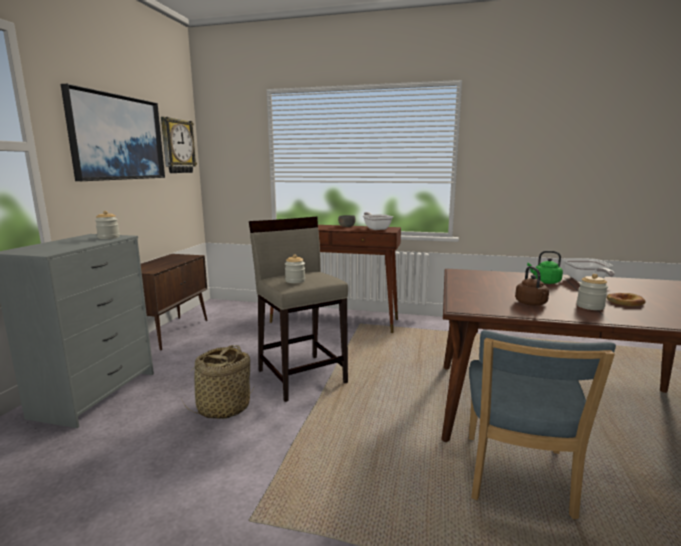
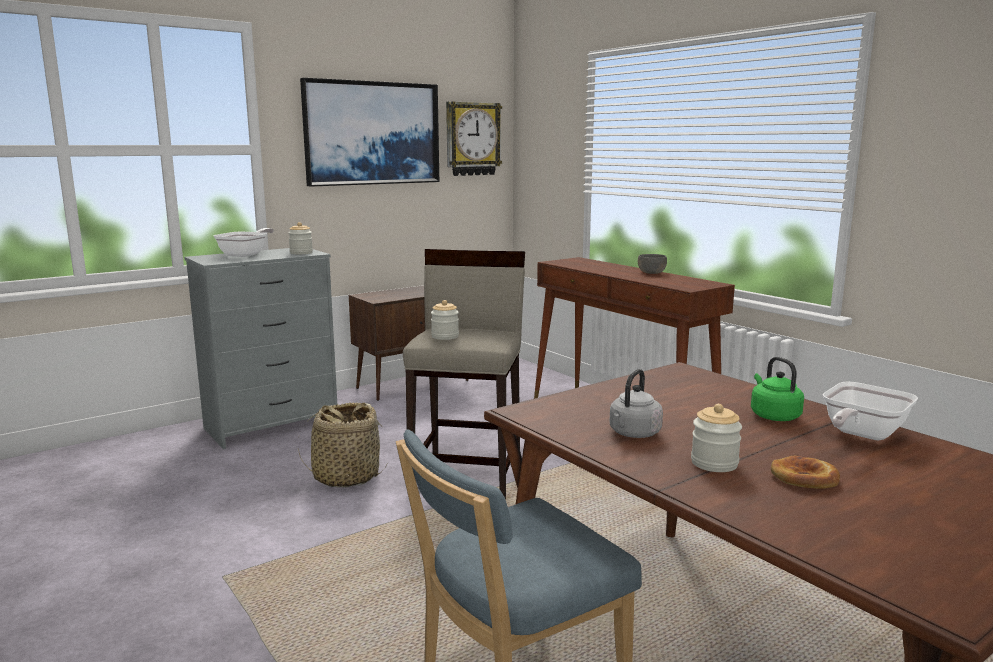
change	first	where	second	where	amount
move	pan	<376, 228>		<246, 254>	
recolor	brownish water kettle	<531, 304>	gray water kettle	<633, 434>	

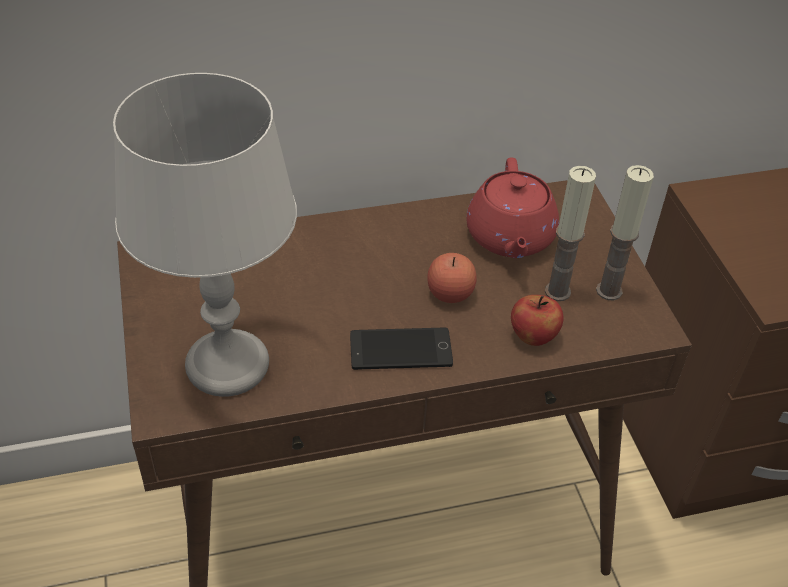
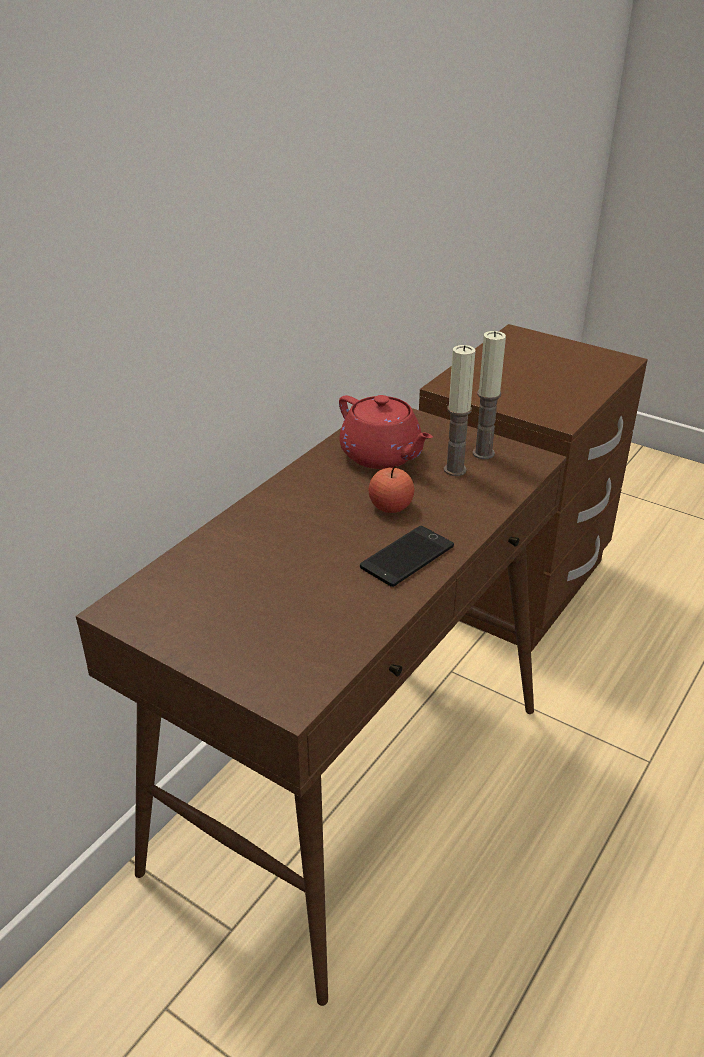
change	first	where	second	where	amount
delete	gray tabletop lamp	<228, 364>			
delete	apple	<533, 336>			

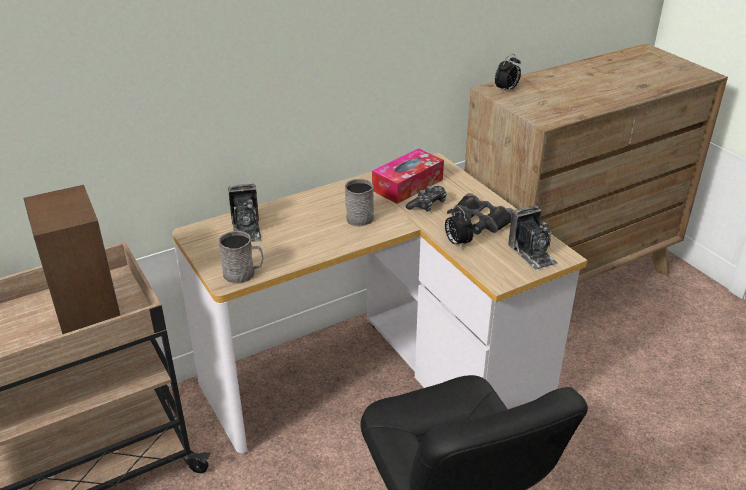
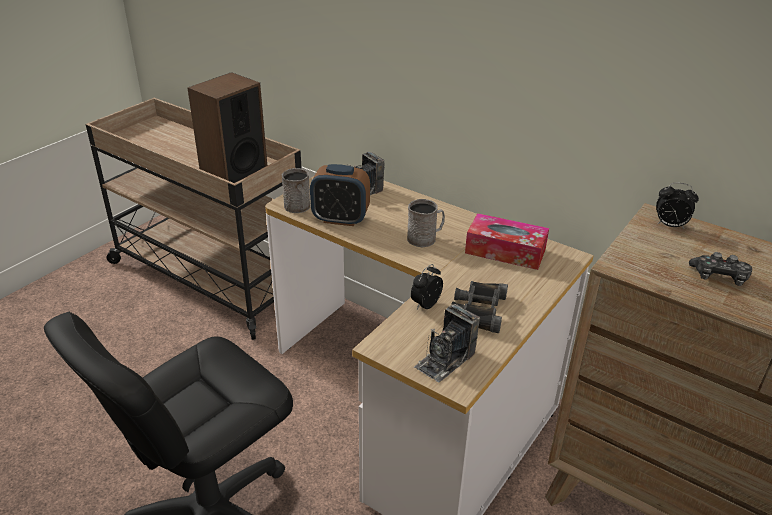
change	first	where	second	where	amount
insert			alarm clock	<340, 219>	
move	gamepad	<427, 205>		<719, 277>	

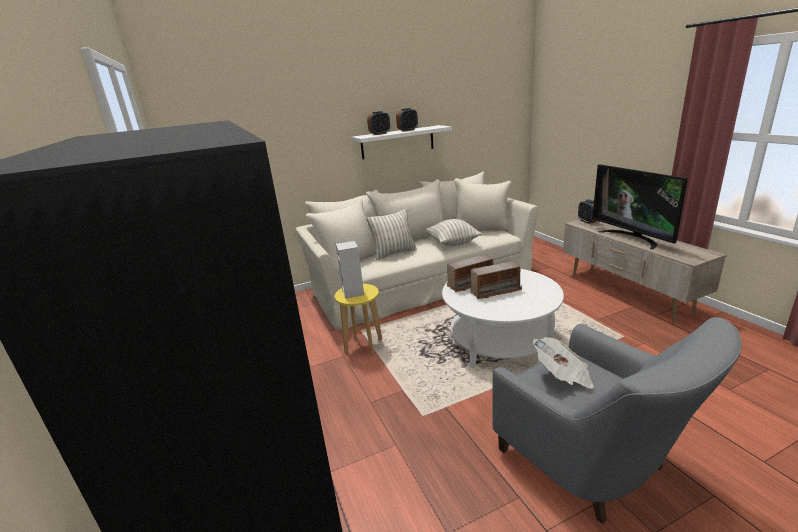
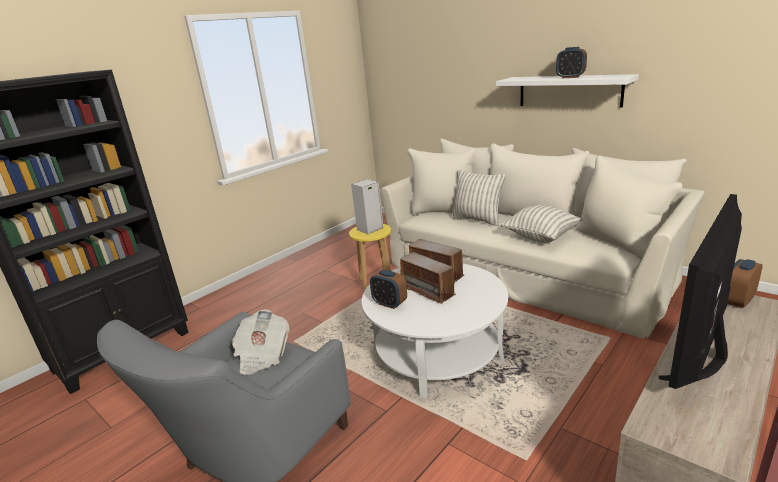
change	first	where	second	where	amount
move	alarm clock	<379, 134>		<389, 303>	

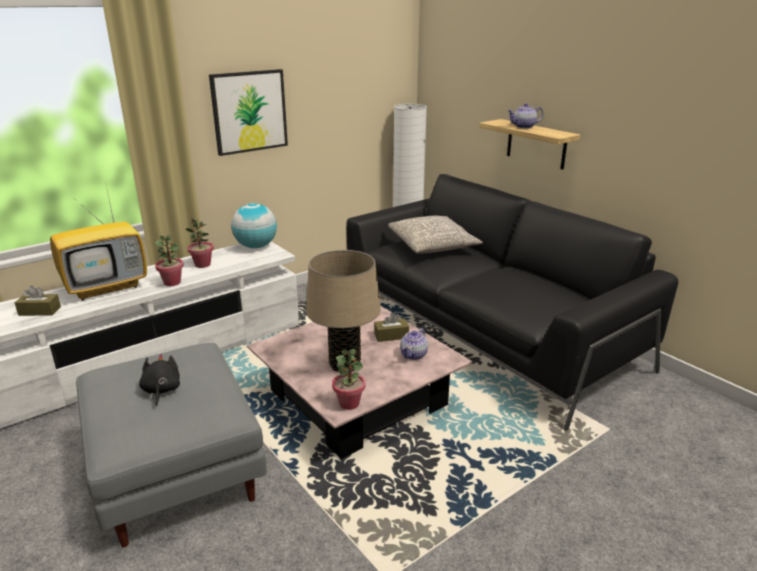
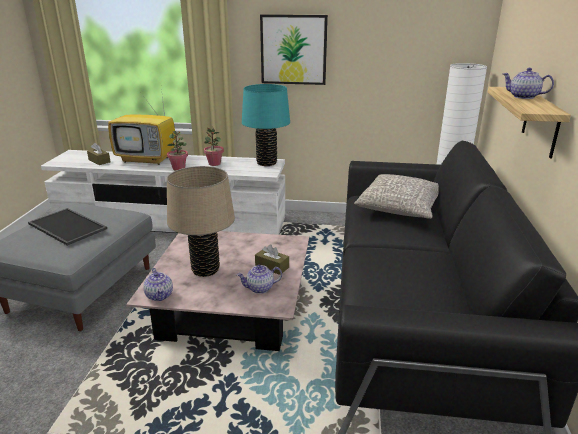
change	first	where	second	where	amount
replace	blackish soft toy	<161, 391>	serving tray	<66, 226>	
replace	globe	<256, 246>	turquoise tabletop lamp	<266, 163>	
replace	plant in a pot	<349, 403>	pot for tea	<160, 295>	

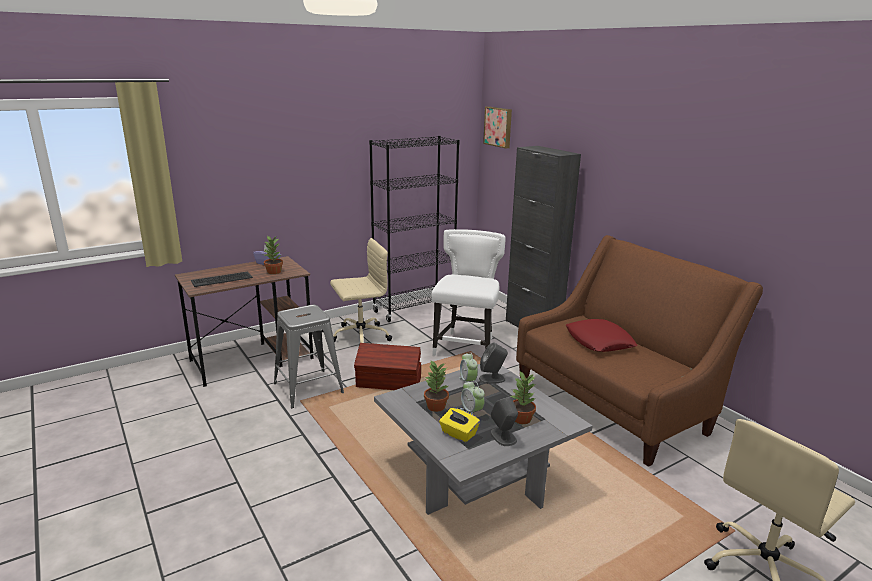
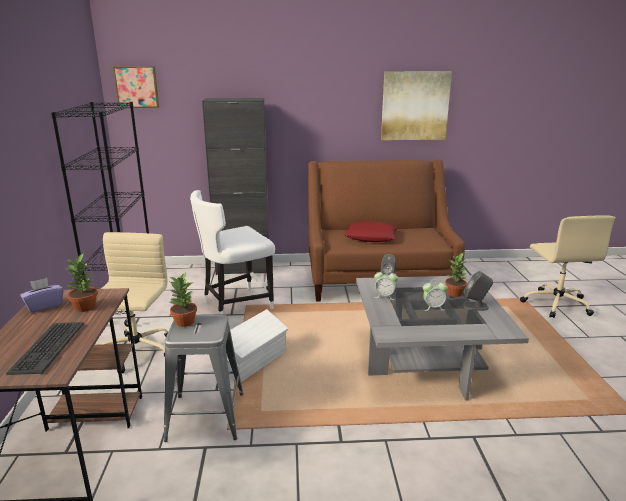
change	first	where	second	where	amount
delete	yellow box of tissues	<458, 434>			
insert			wall picture	<415, 106>	
move	plant in a pot	<435, 406>		<184, 322>	
recolor	brownish storage container	<389, 383>	white storage container	<253, 362>	
rotate	white plain chair	<466, 346>		<235, 304>	75 degrees counterclockwise

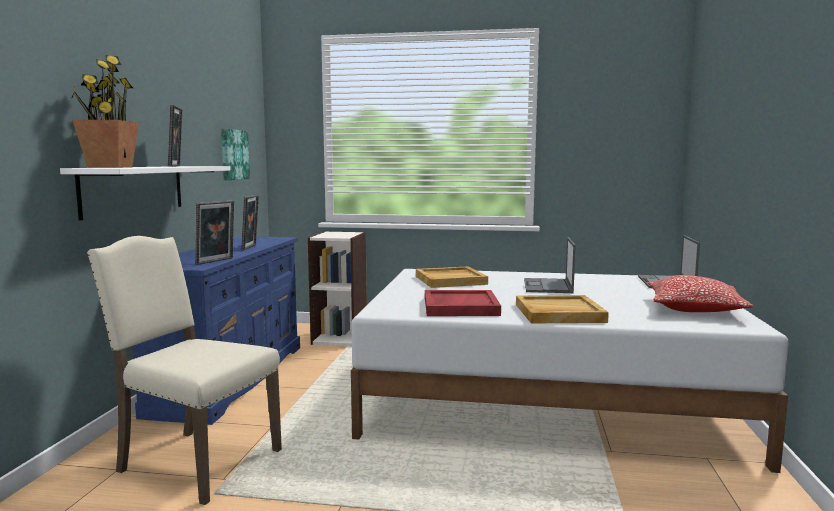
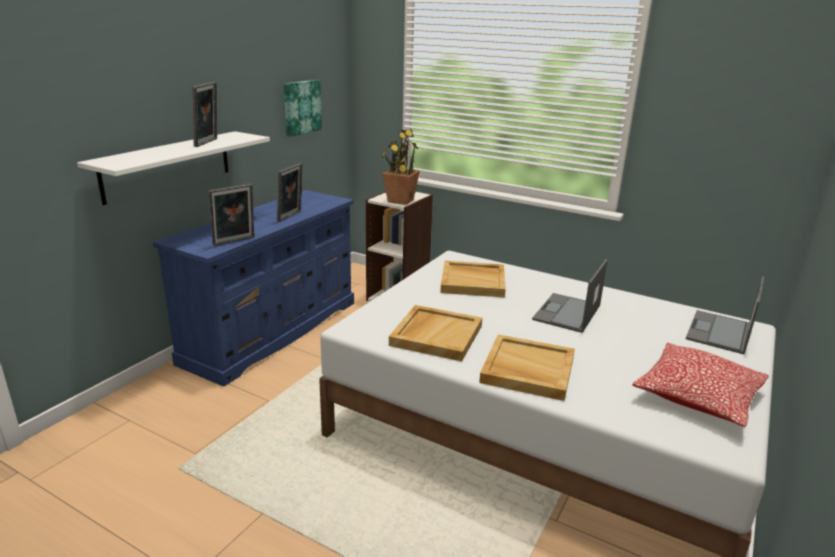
change	first	where	second	where	amount
delete	sand-coloured plain chair	<195, 462>			
move	plant in a pot	<110, 167>		<400, 201>	
recolor	reddish serving tray	<459, 306>	sand-coloured serving tray	<436, 335>	

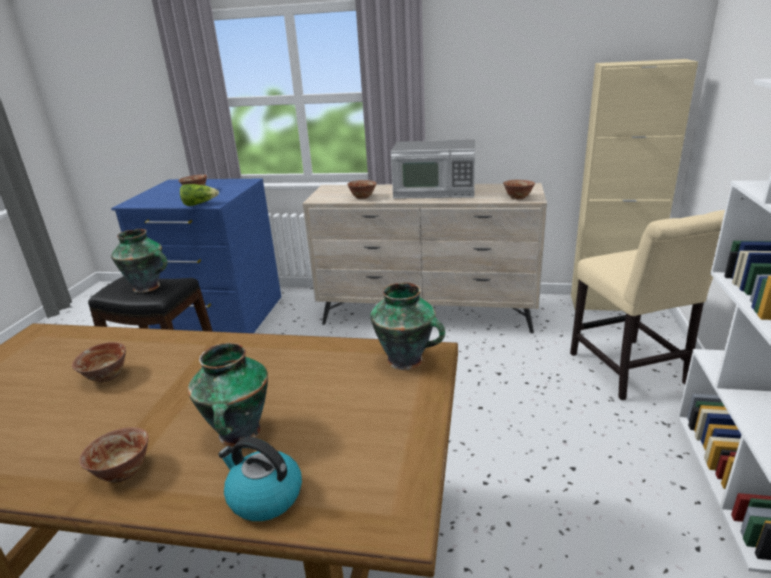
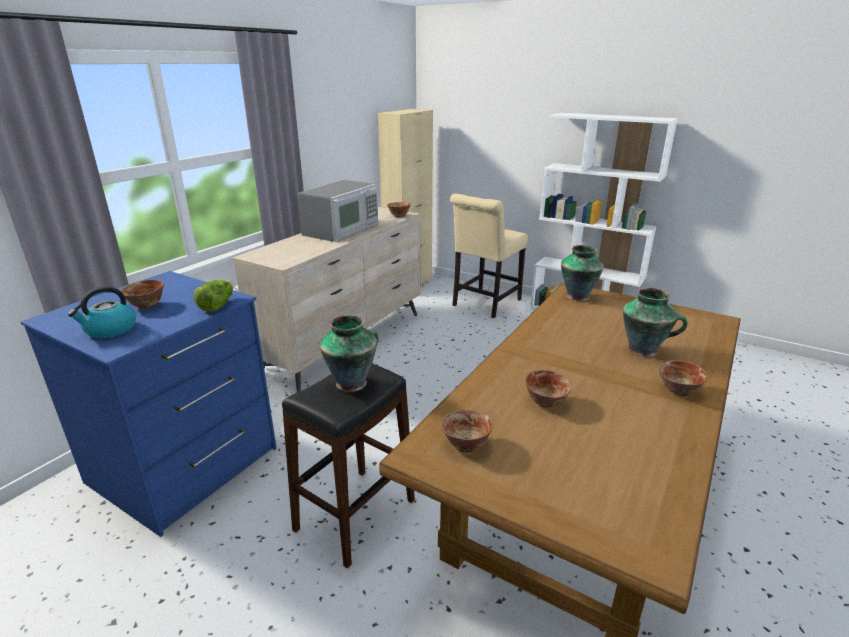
change	first	where	second	where	amount
move	water kettle	<264, 496>		<110, 330>	
move	serving bowl	<362, 197>		<466, 444>	
rotate	sand-coloured plain chair	<630, 372>		<484, 304>	120 degrees clockwise

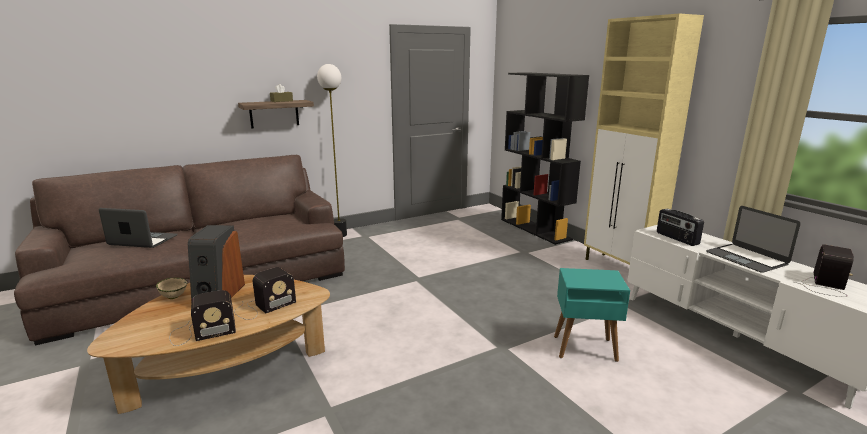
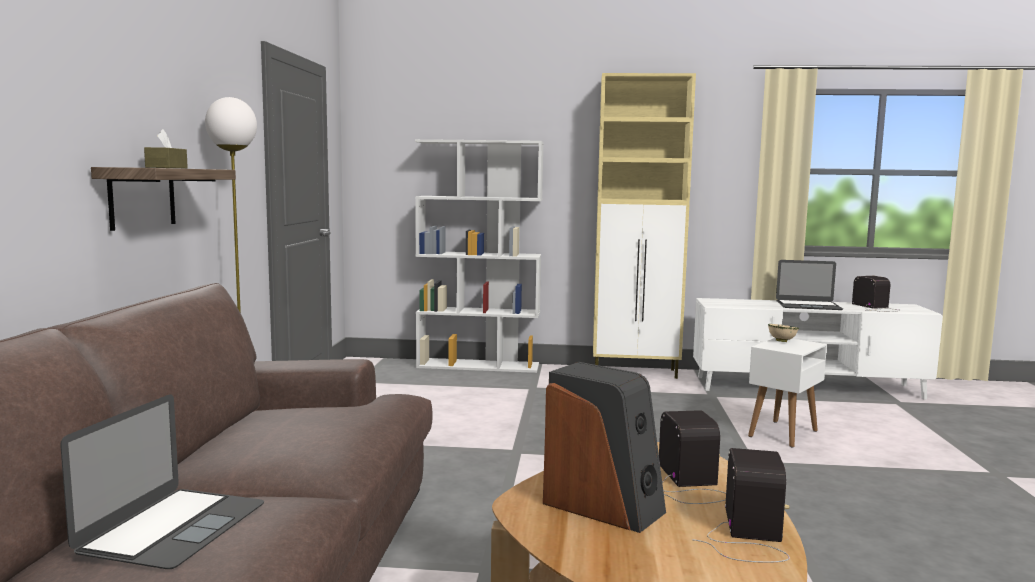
change	first	where	second	where	amount
delete	radio receiver	<676, 238>			
move	sand-coloured serving bowl	<174, 297>		<781, 341>	
recolor	blackish shelving unit	<535, 229>	white shelving unit	<479, 366>	
recolor	turquoise end table	<584, 348>	white end table	<782, 434>	
rotate	laptop	<143, 240>		<173, 527>	150 degrees clockwise

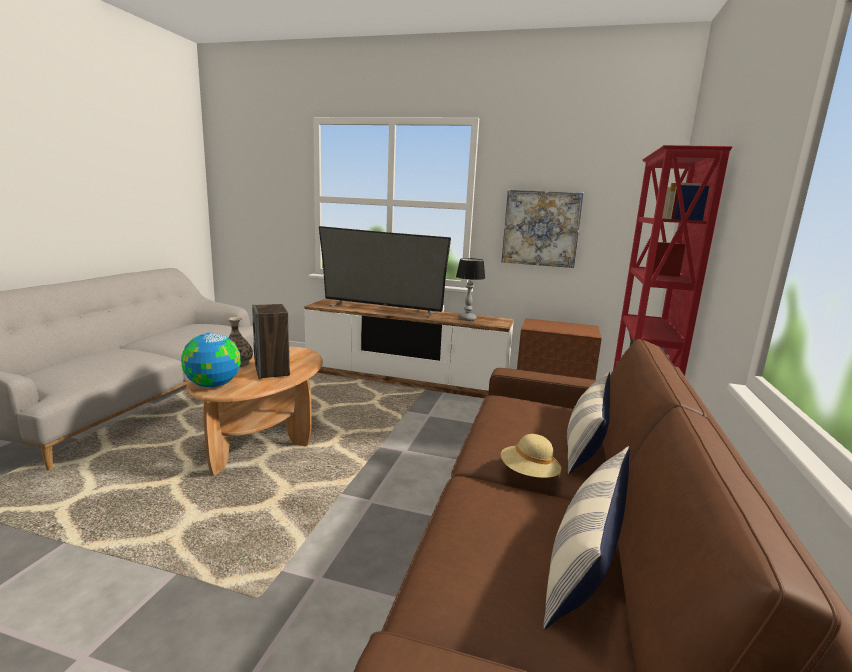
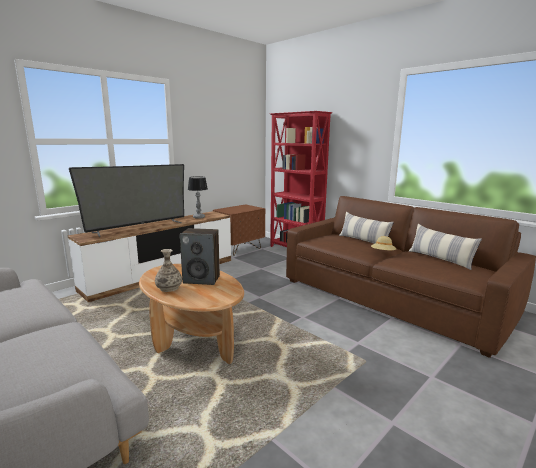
change	first	where	second	where	amount
delete	globe	<212, 385>			
delete	wall picture	<541, 228>			

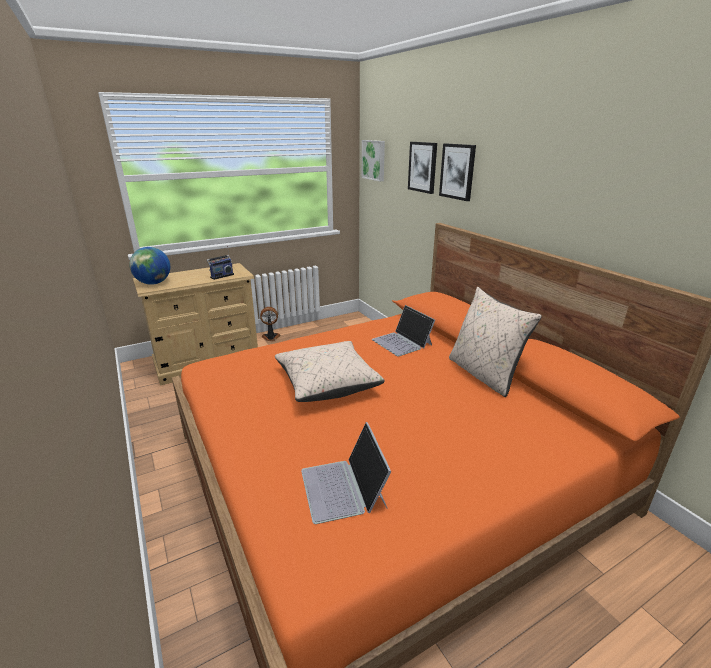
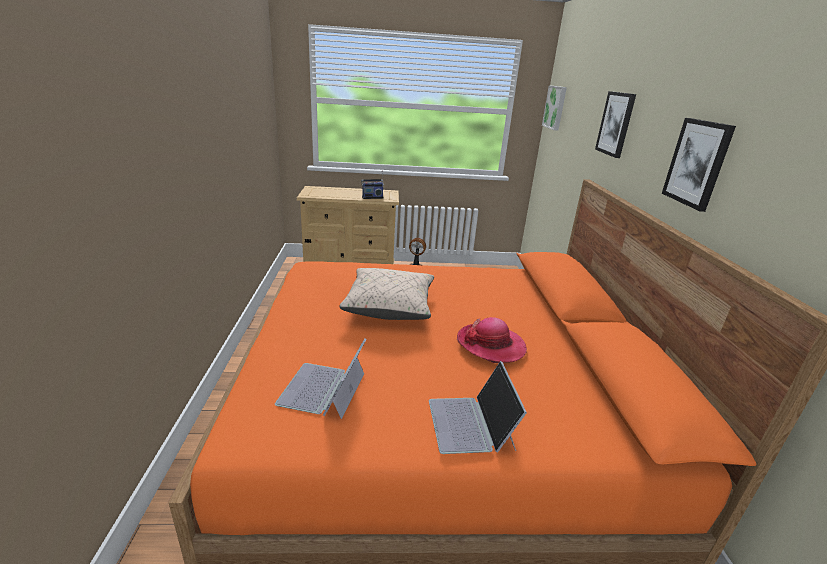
change	first	where	second	where	amount
delete	globe	<154, 283>			
delete	sand-coloured pillow	<483, 374>			
insert			hat	<491, 345>	
move	laptop	<402, 342>		<471, 424>	
move	wall picture	<423, 167>		<697, 163>	

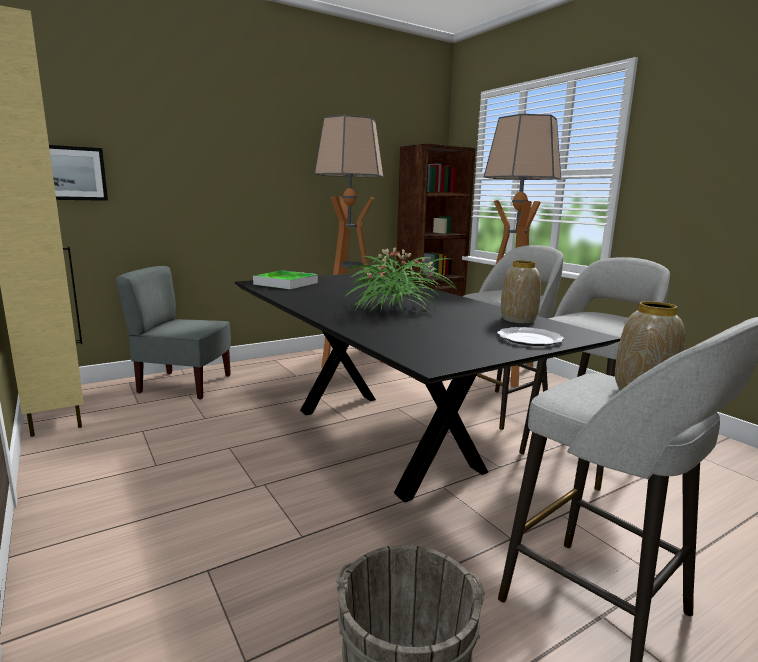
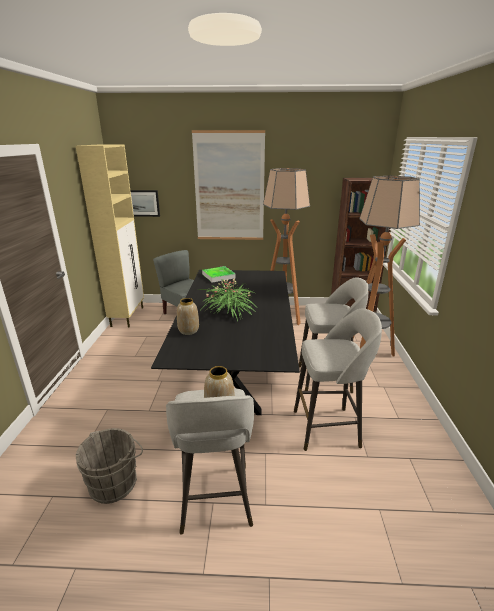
change	first	where	second	where	amount
delete	dinner plate	<529, 339>			
insert			wall picture	<229, 187>	
move	flower vase	<518, 320>		<188, 330>	

